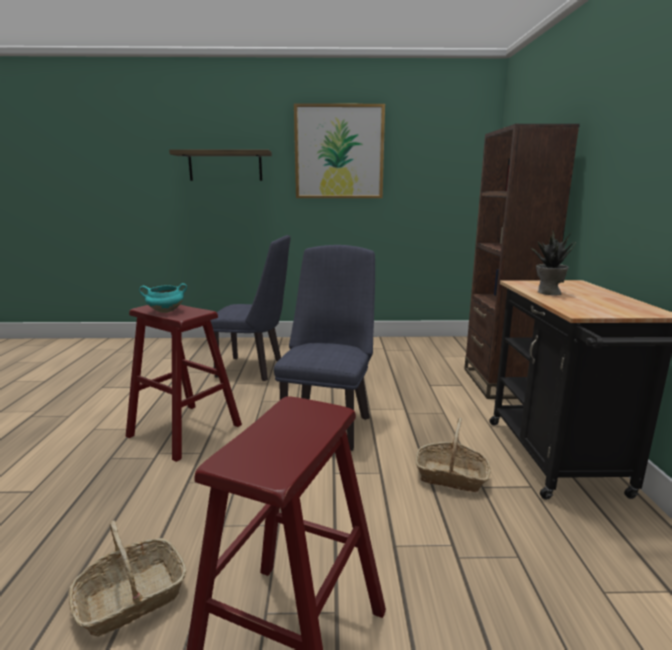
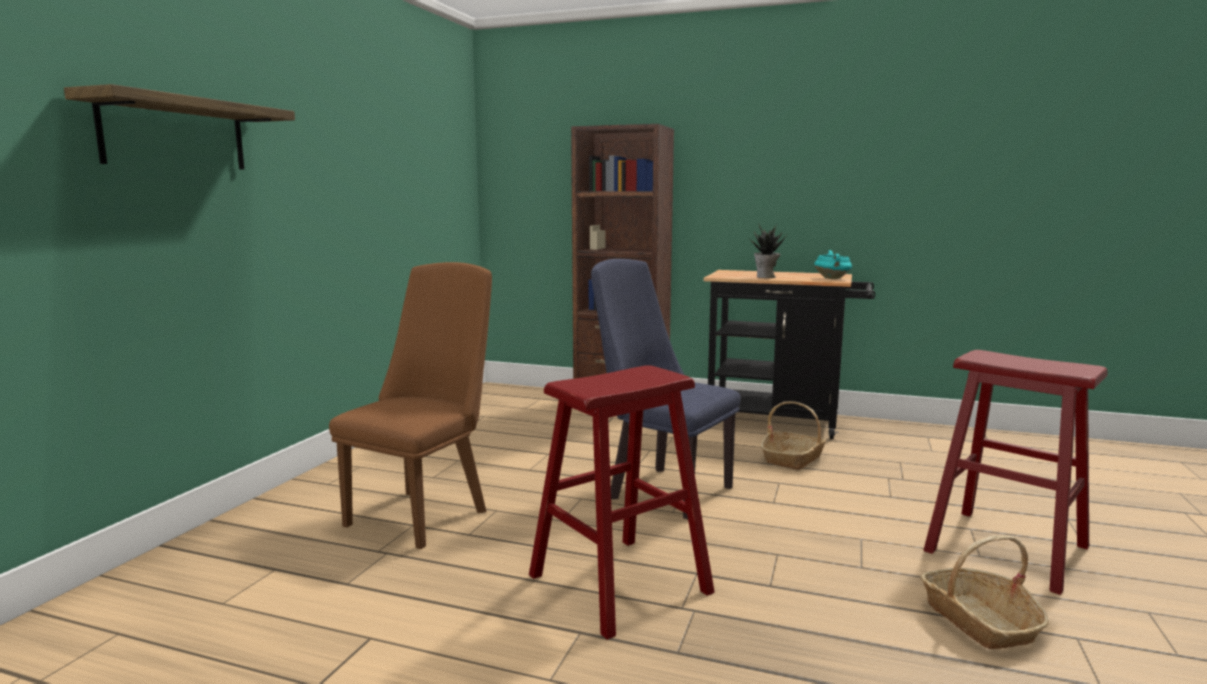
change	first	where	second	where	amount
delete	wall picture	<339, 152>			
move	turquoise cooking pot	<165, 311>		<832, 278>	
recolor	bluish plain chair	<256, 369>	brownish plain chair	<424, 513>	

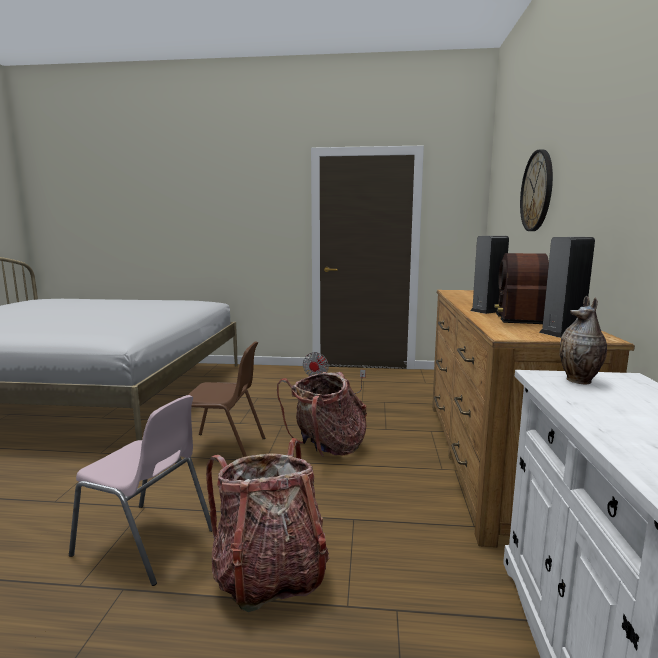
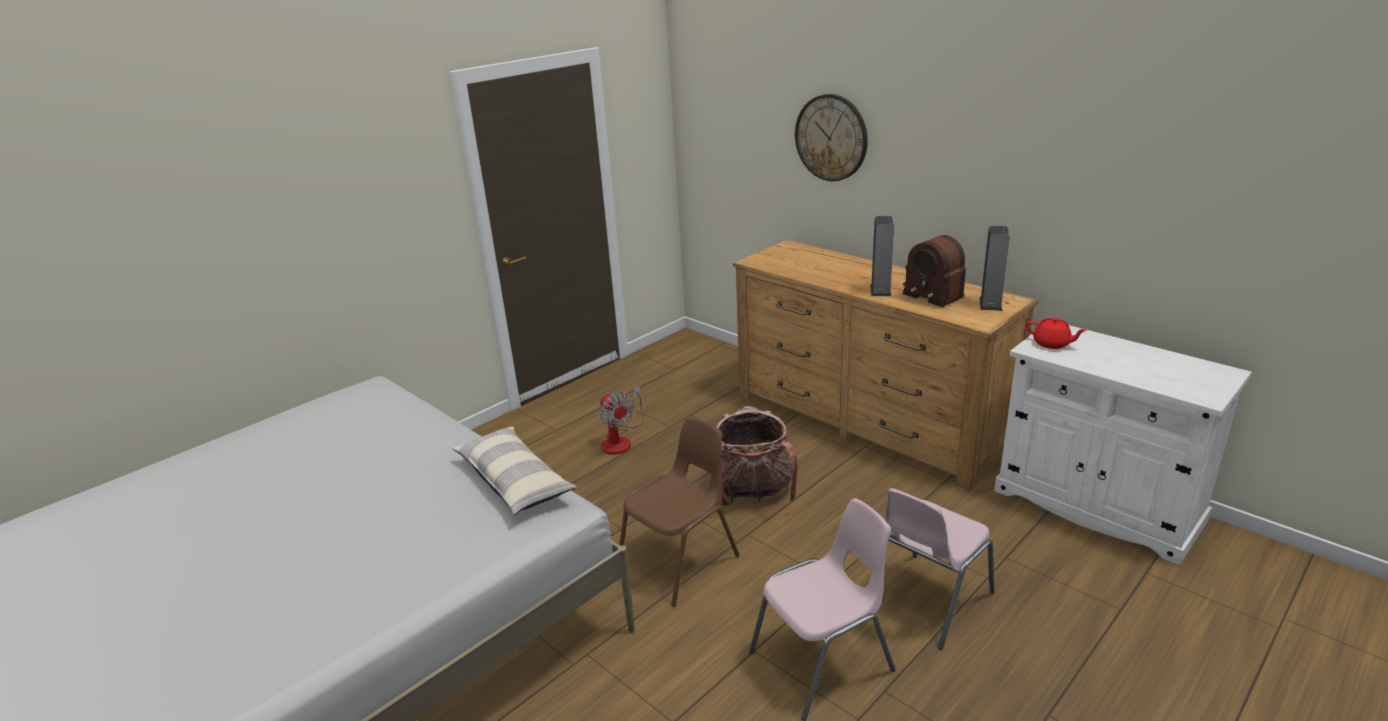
change	first	where	second	where	amount
insert			pillow	<515, 481>	
replace	rucksack	<269, 574>	pink plain chair	<926, 601>	
replace	flower vase	<580, 381>	reddish pot for tea	<1052, 344>	

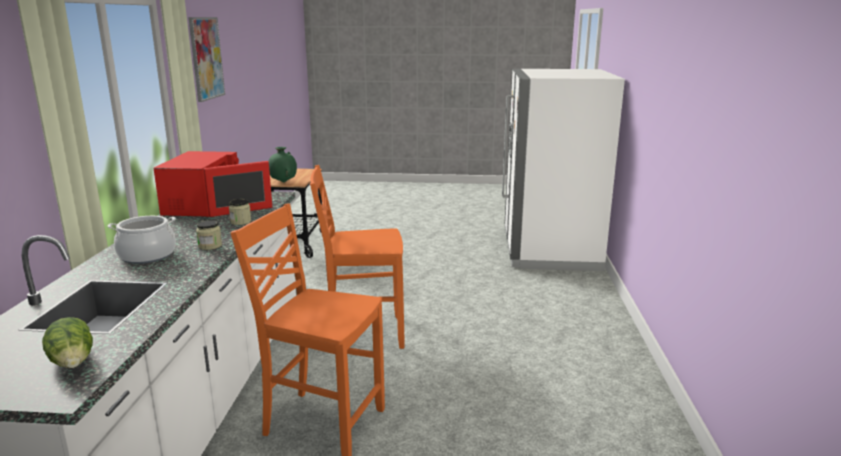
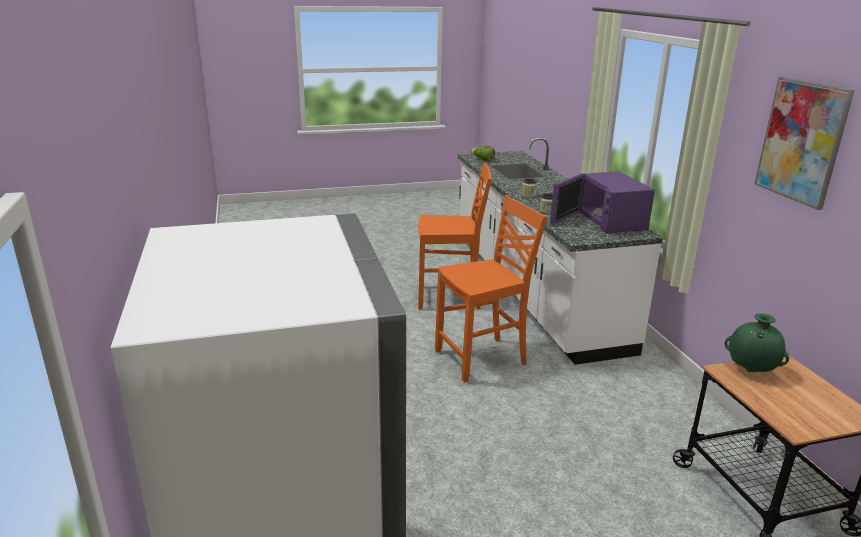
change	first	where	second	where	amount
delete	cooking pot	<147, 255>			
recolor	reddish kitchen microwave	<205, 206>	purplish kitchen microwave	<607, 221>	

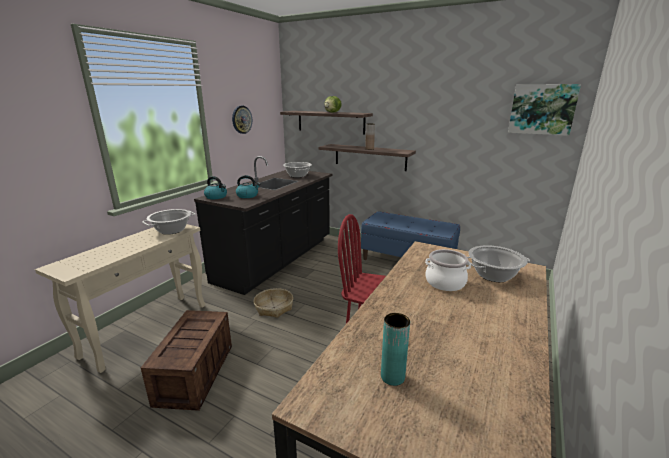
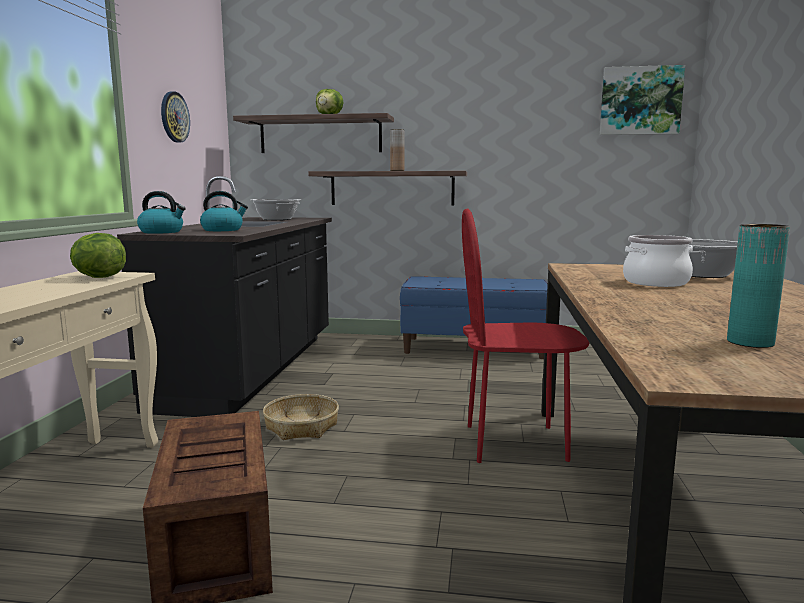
change	first	where	second	where	amount
replace	cooking pot	<171, 230>	head of lettuce	<98, 277>	

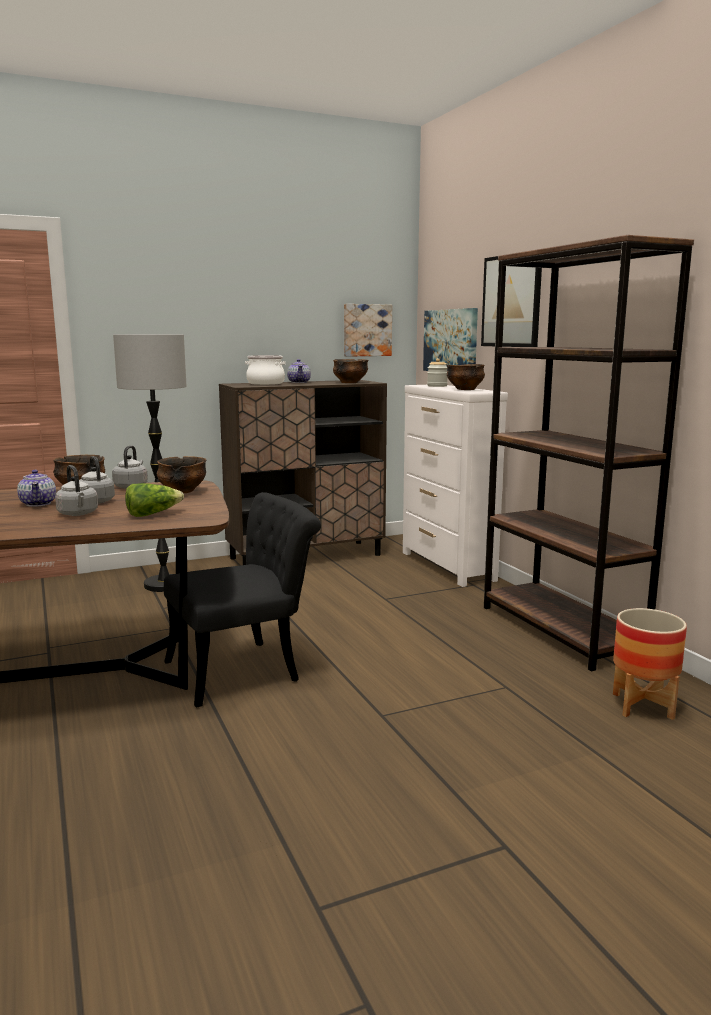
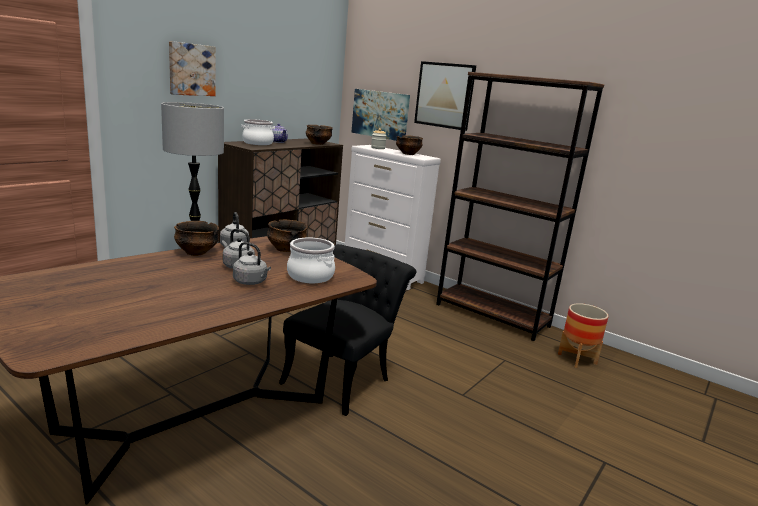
change	first	where	second	where	amount
delete	pot for tea	<38, 503>			
move	wall picture	<366, 330>		<191, 69>	
replace	head of lettuce	<153, 514>	cooking pot	<310, 276>	

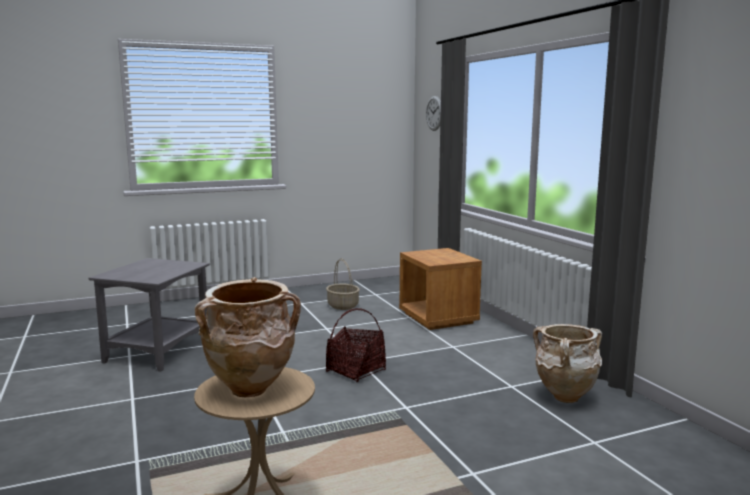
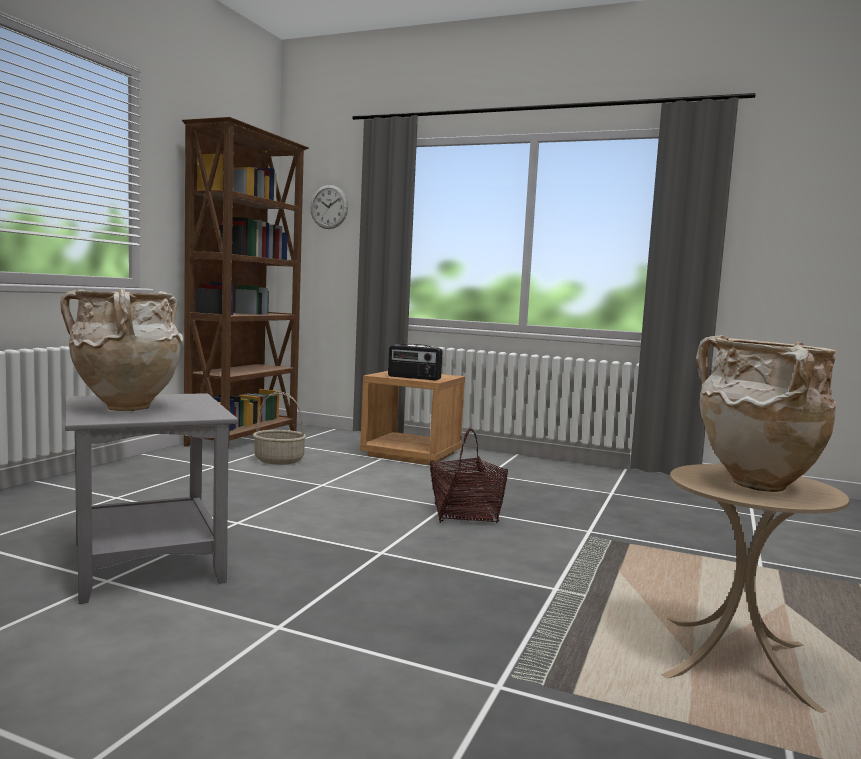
change	first	where	second	where	amount
insert			brownish shelving unit	<245, 438>	
insert			radio receiver	<414, 378>	
move	sand-coloured flower vase	<564, 398>		<126, 409>	

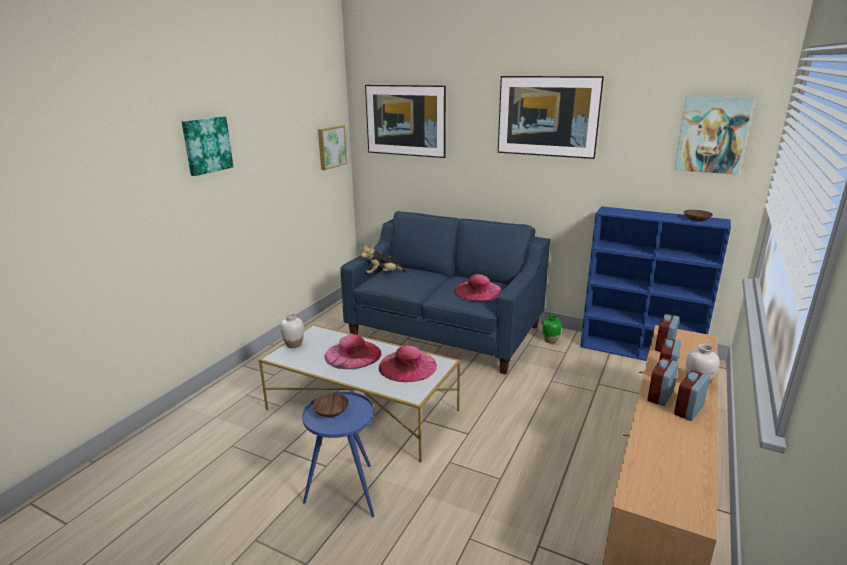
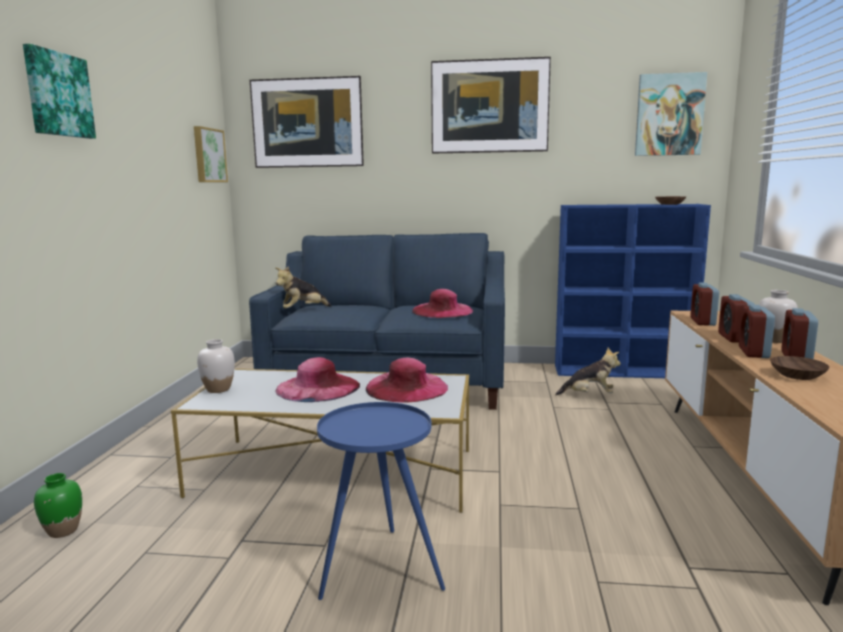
change	first	where	second	where	amount
insert			soft toy	<589, 395>	
move	brownish serving bowl	<331, 412>		<798, 376>	
move	green flower vase	<550, 340>		<63, 531>	

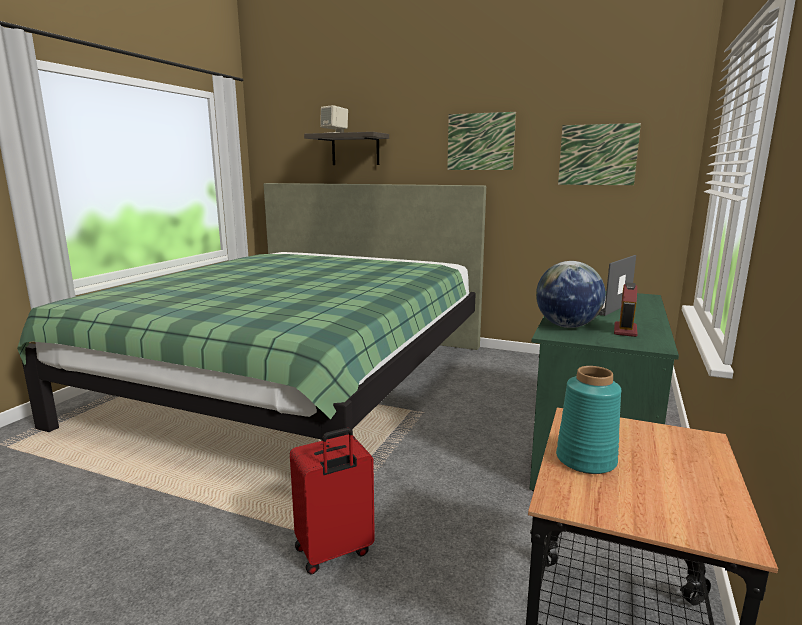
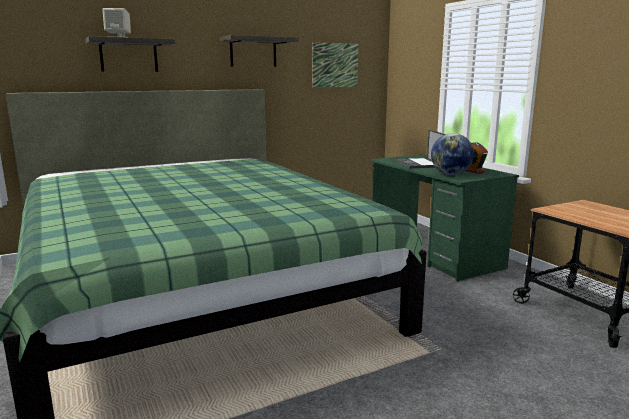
change	first	where	second	where	amount
delete	reddish suitcase	<334, 552>			
delete	turquoise flower vase	<585, 459>			
replace	wall picture	<480, 141>	bracket shelf	<253, 52>	

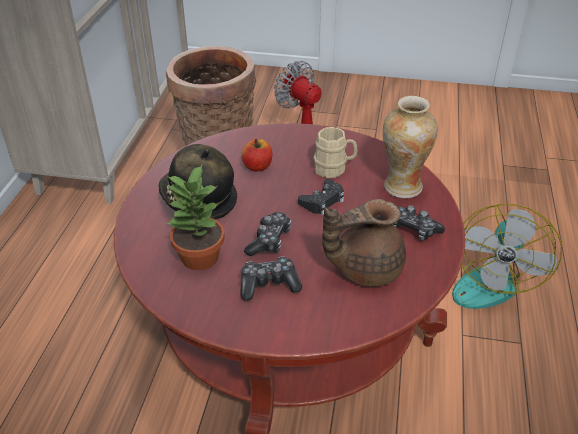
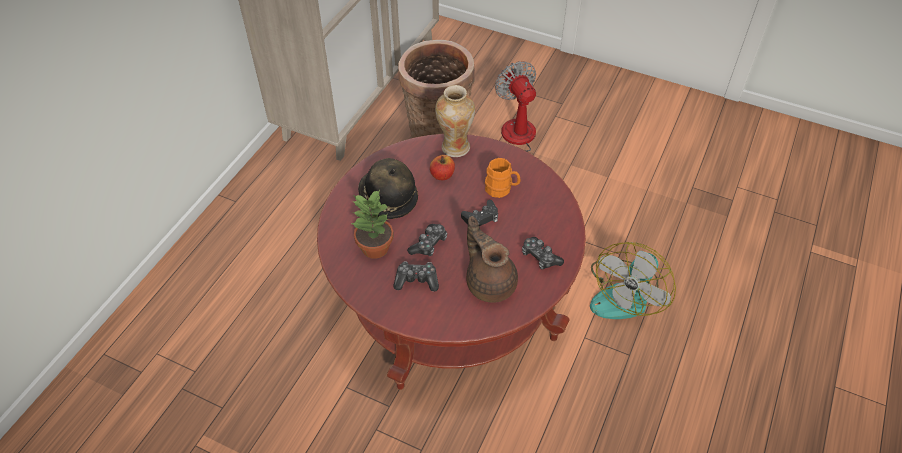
change	first	where	second	where	amount
move	flower vase	<402, 187>		<455, 147>	
recolor	sand-coloured mug	<334, 169>	orangey mug	<501, 189>	
rotate	brownish pot for tea	<364, 268>		<490, 282>	60 degrees clockwise

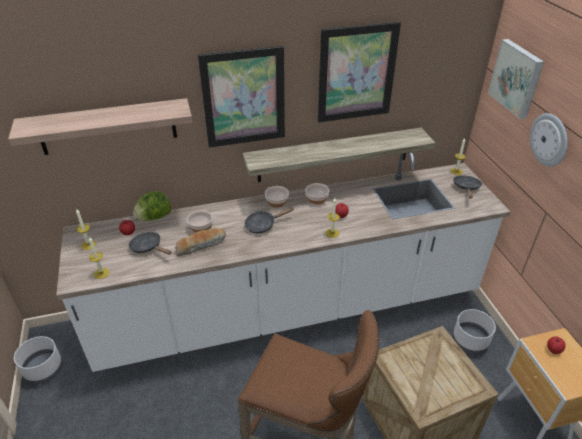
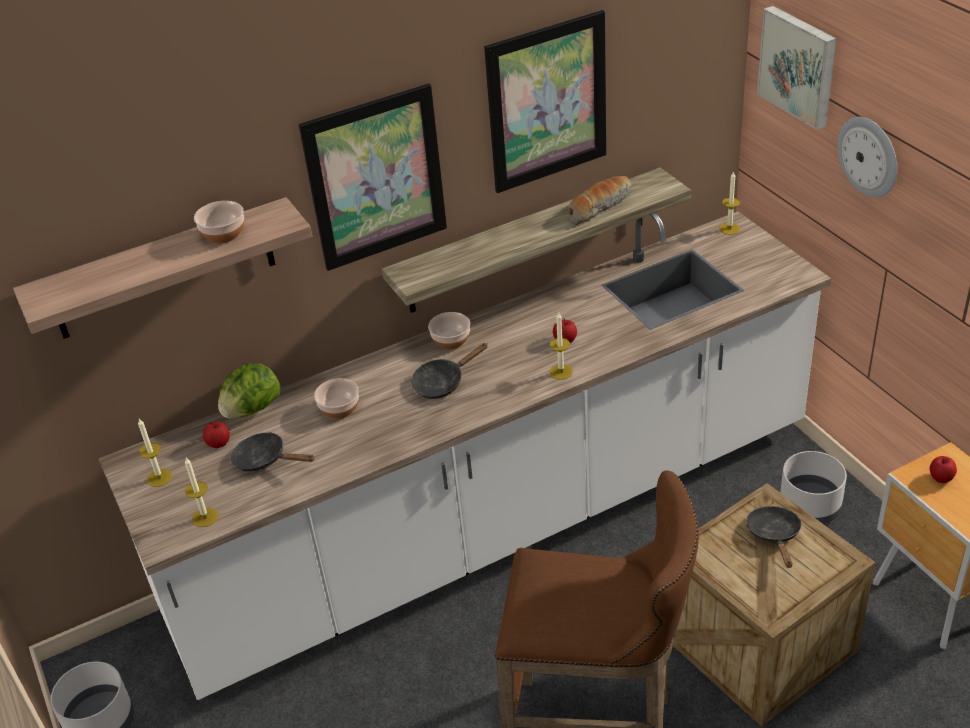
change	first	where	second	where	amount
move	baked bread	<201, 245>		<599, 206>	
move	serving bowl	<316, 199>		<223, 233>	
move	blackish pan	<466, 188>		<774, 535>	

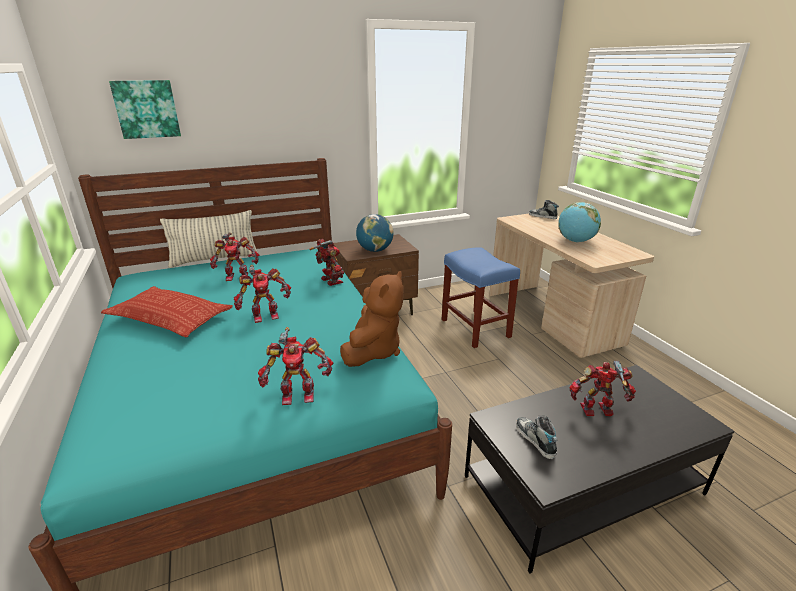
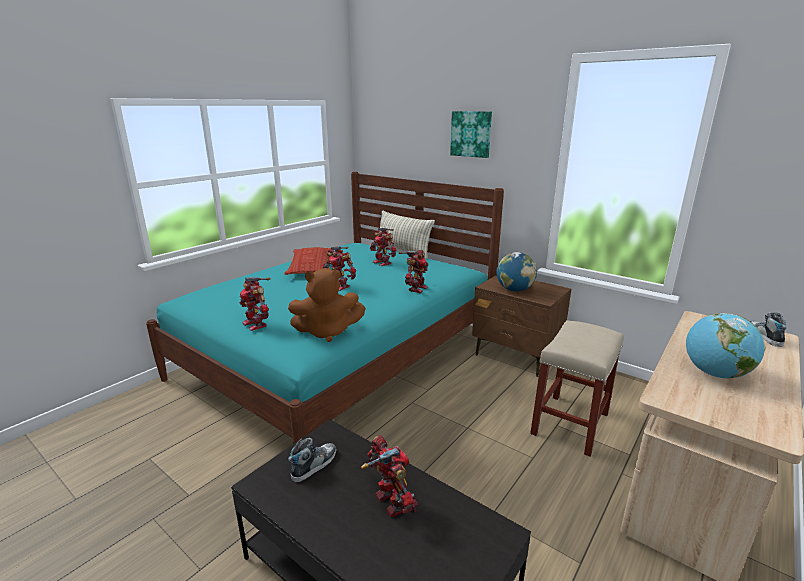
change	first	where	second	where	amount
move	wall picture	<147, 109>		<471, 134>	
recolor	bluish stool	<474, 328>	sand-coloured stool	<570, 423>	

